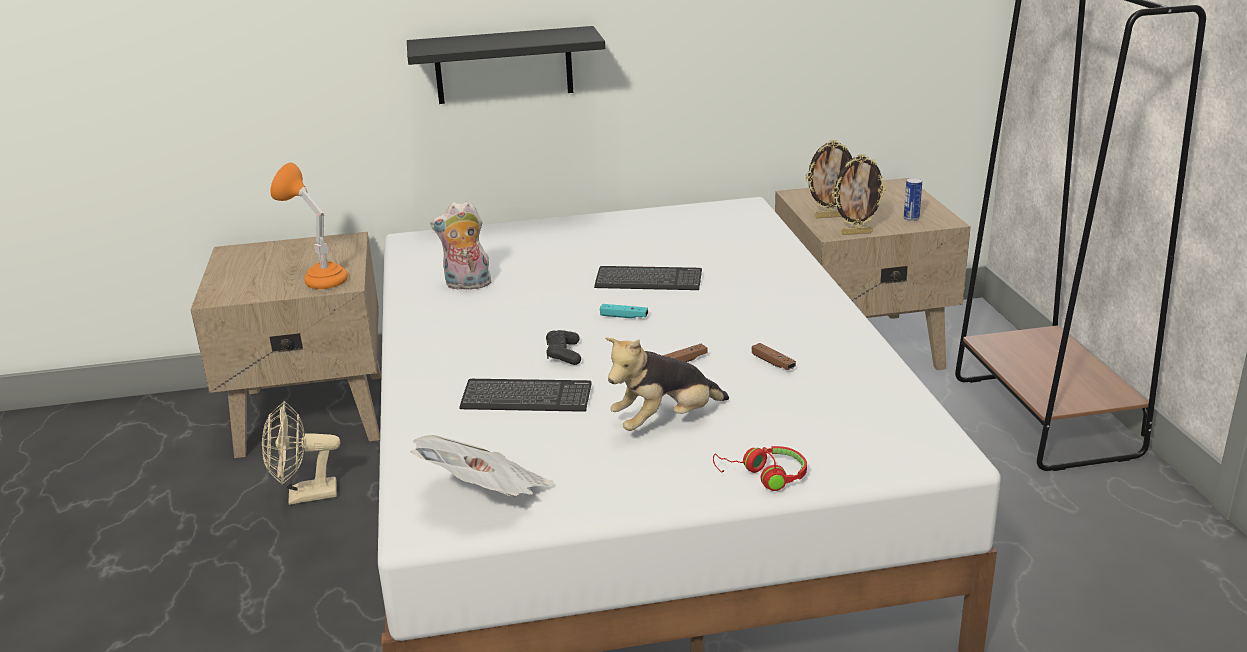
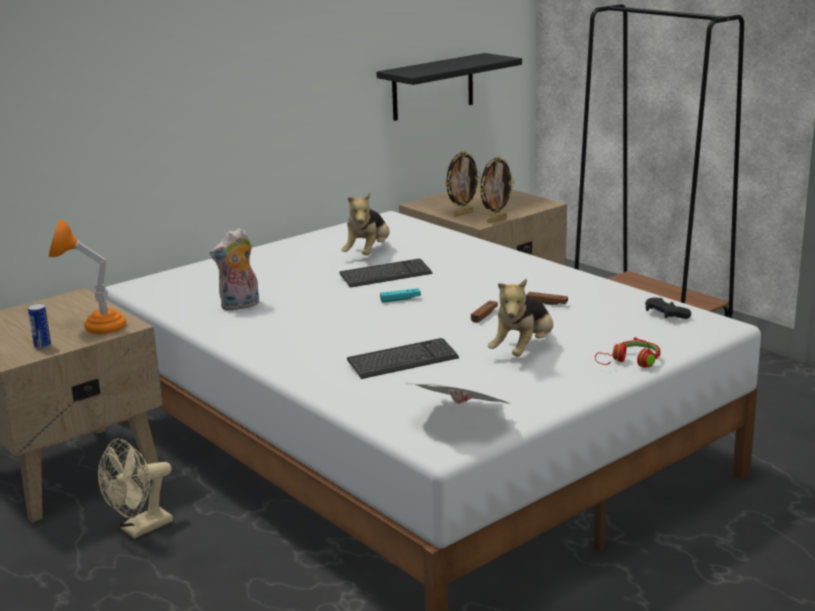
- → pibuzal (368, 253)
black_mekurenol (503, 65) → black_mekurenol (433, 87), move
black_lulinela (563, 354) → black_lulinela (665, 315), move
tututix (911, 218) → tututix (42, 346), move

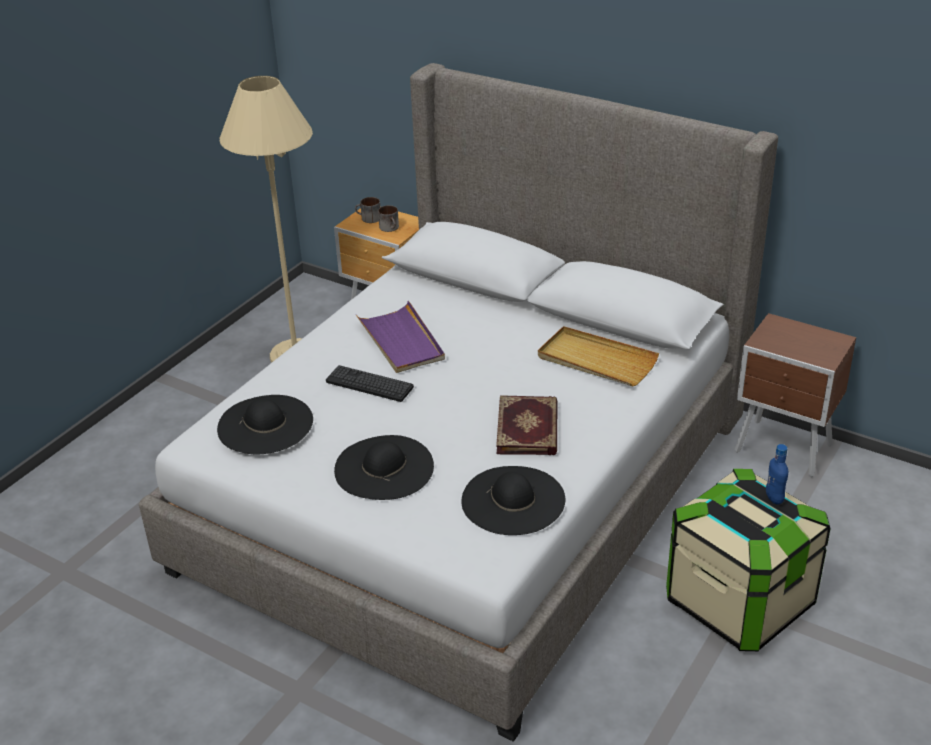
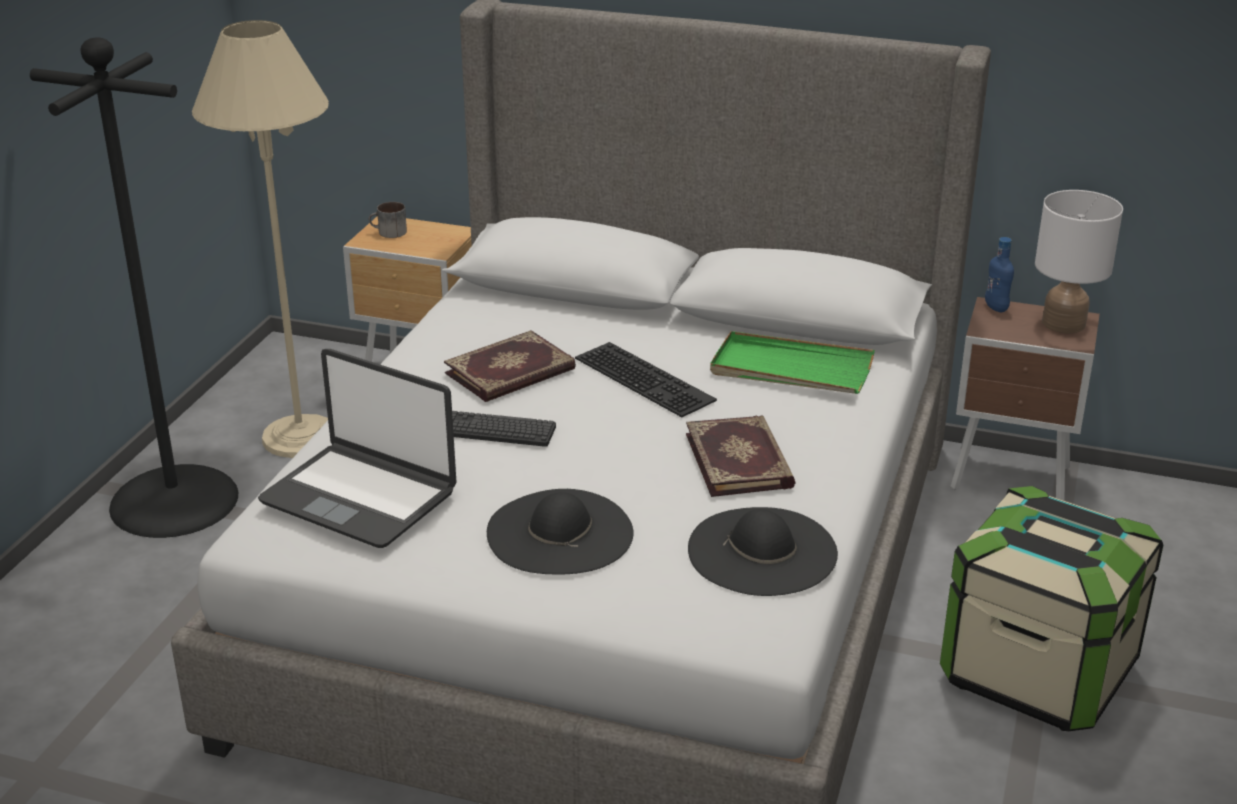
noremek (391, 228) → -
- → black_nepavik (174, 501)
- → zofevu (647, 378)
- → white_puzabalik (1063, 323)
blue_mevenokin (774, 498) → blue_mevenokin (996, 307), move
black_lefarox (265, 424) → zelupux (360, 496)
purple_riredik (401, 341) → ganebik (511, 372)
beige_riredik (596, 360) → green_riredik (790, 369)

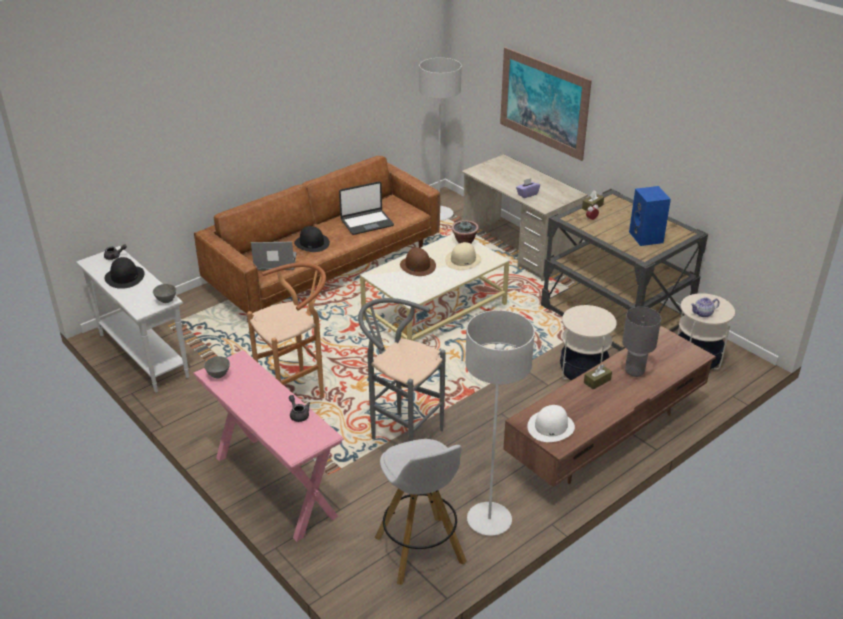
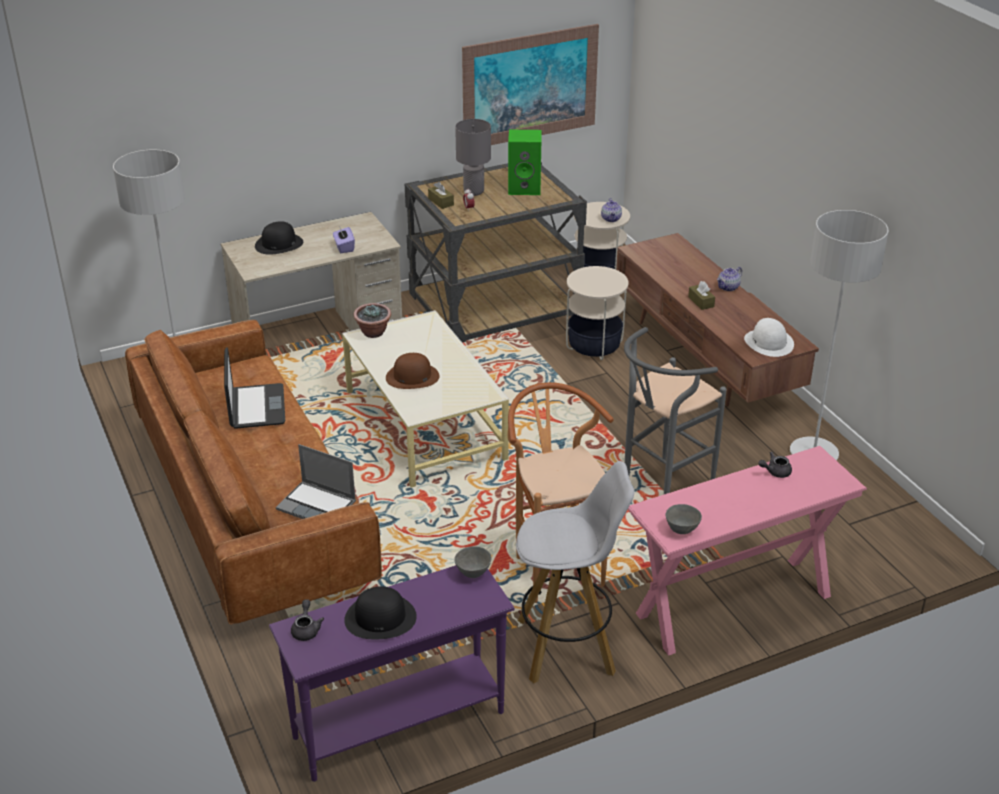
beige_lefarox (463, 260) → -
- → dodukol (728, 287)
black_lefarox (311, 243) → black_lefarox (279, 244), move
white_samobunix (420, 551) → white_samobunix (568, 646), move
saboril (543, 103) → saboril (530, 86), move
grey_puzabalik (634, 372) → grey_puzabalik (473, 193), move
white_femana (142, 356) → purple_femana (398, 727)
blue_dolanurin (647, 237) → green_dolanurin (525, 188)
zelupux (274, 263) → zelupux (318, 506), 75 degrees counterclockwise

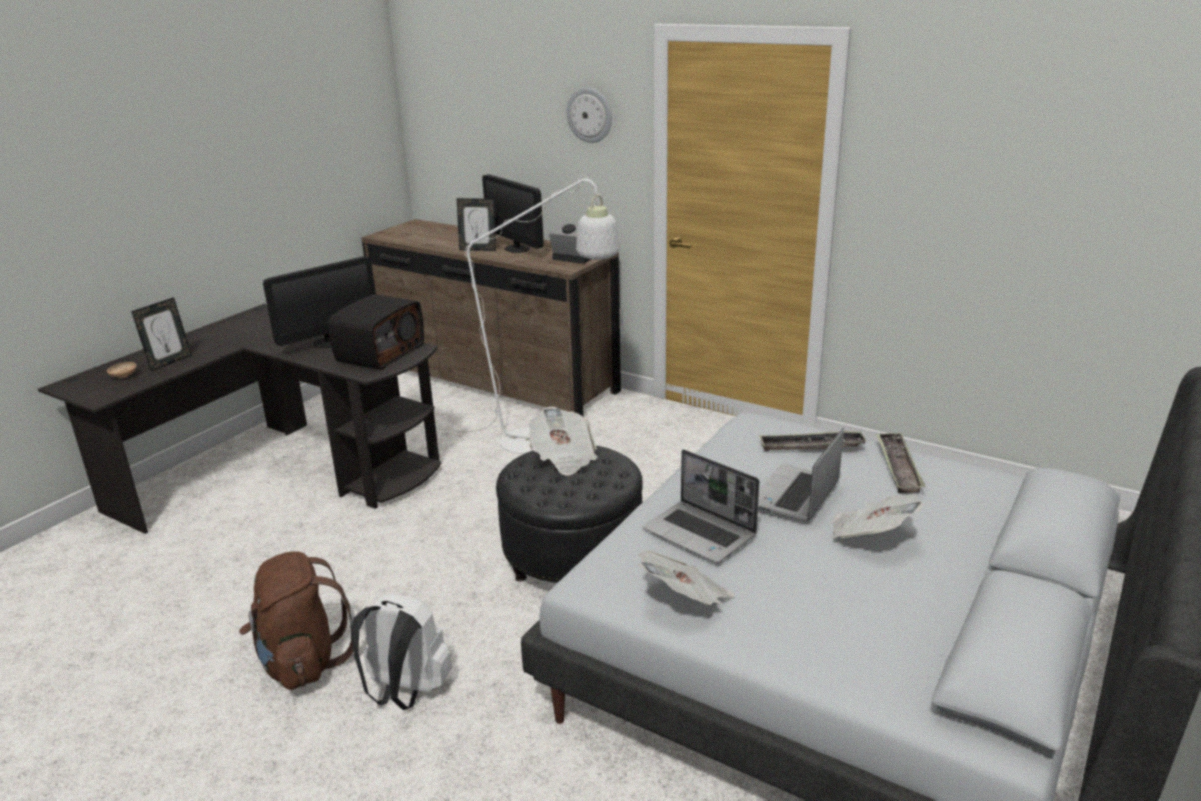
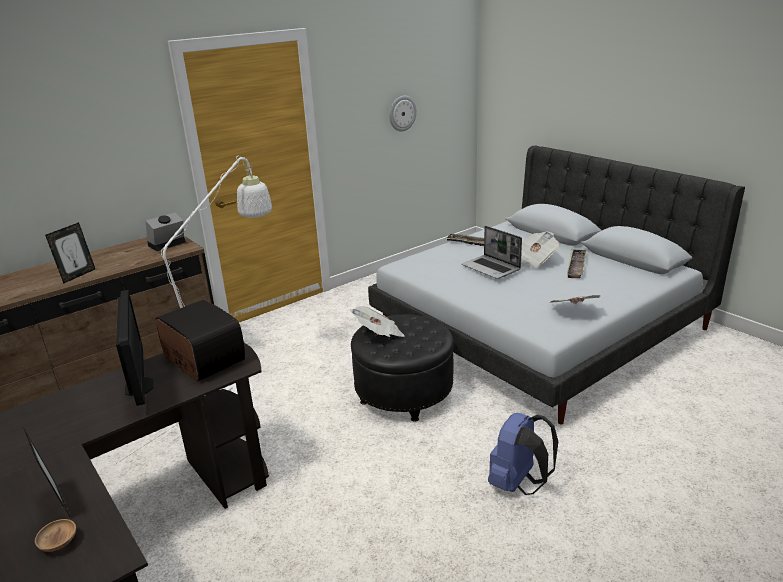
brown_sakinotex (302, 661) → -
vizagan (517, 249) → -
zelupux (701, 533) → -
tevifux (590, 115) → tevifux (402, 113), move
riredik (811, 446) → riredik (576, 266), move
white_sakinotex (405, 692) → blue_sakinotex (518, 484)

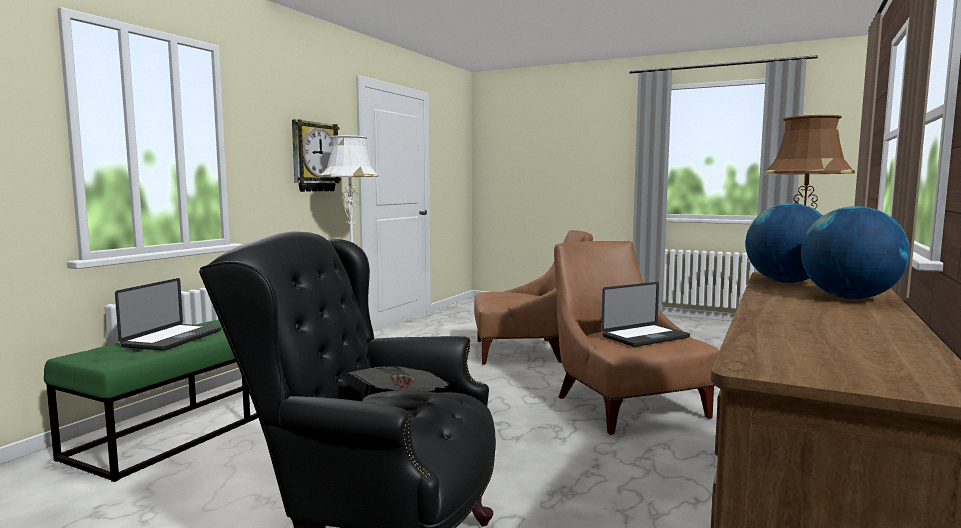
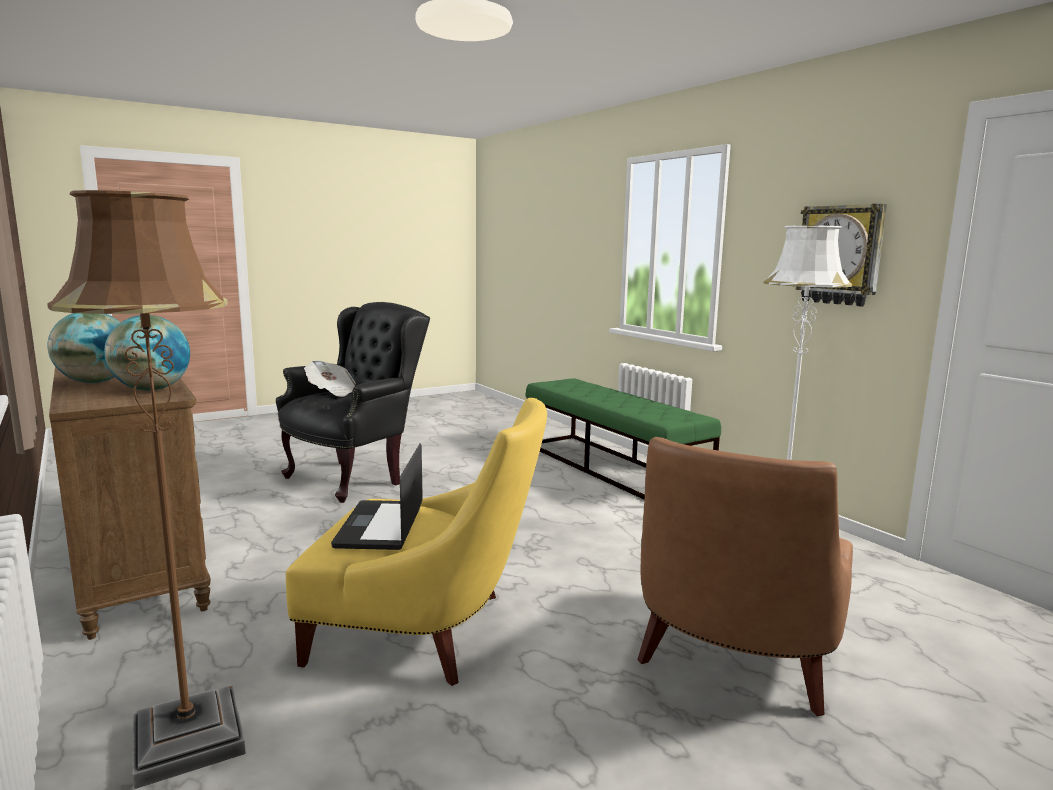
zelupux (173, 338) → -
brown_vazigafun (622, 402) → yellow_vazigafun (426, 631)

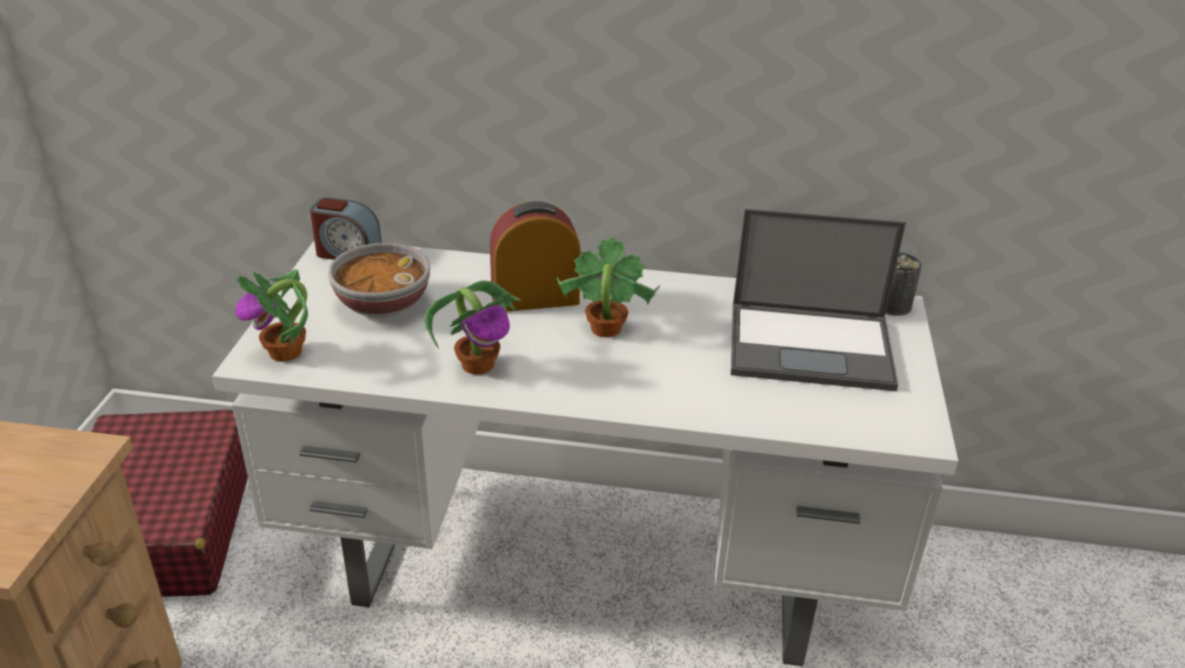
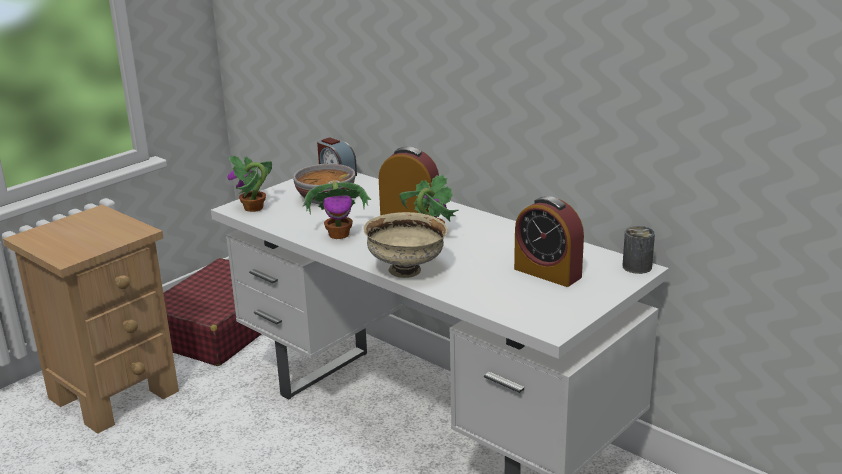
- → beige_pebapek (406, 270)
zelupux (812, 346) → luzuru (547, 273)

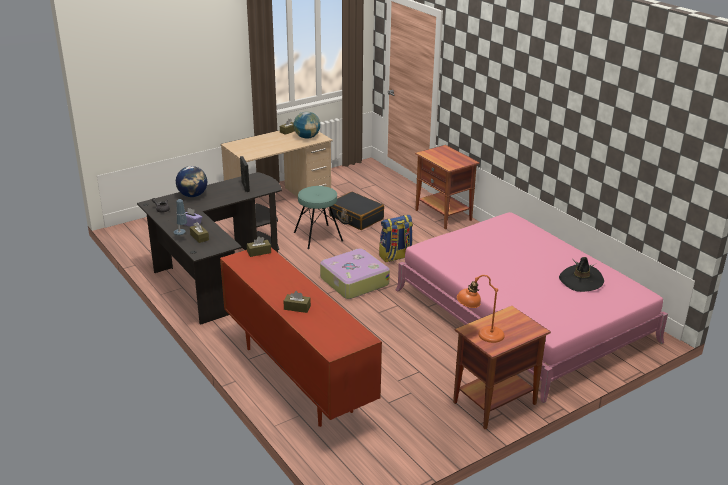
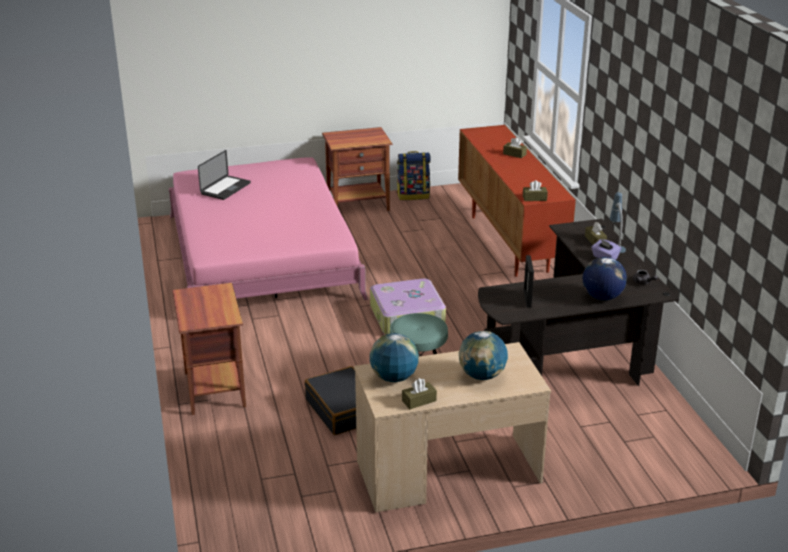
orange_puzabalik (479, 333) → -
- → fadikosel (482, 375)
sakinotex (395, 257) → sakinotex (413, 195), move
black_lefarox (581, 280) → zelupux (225, 188)

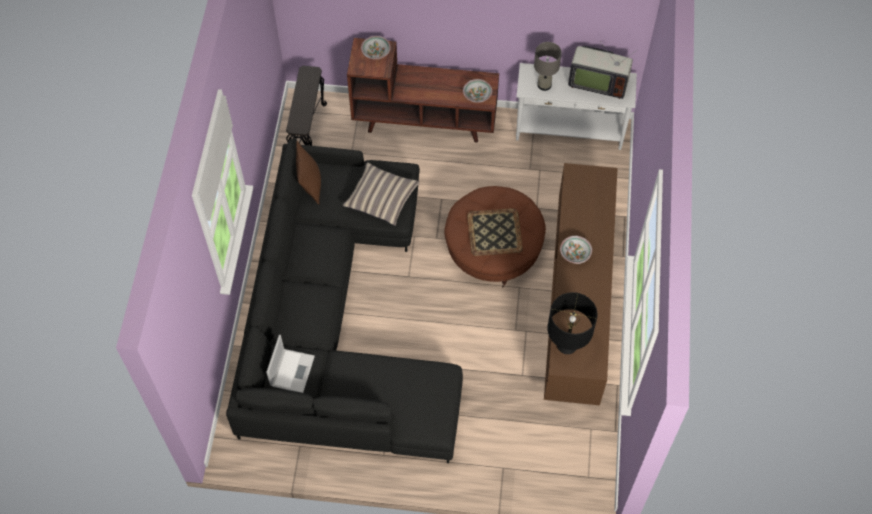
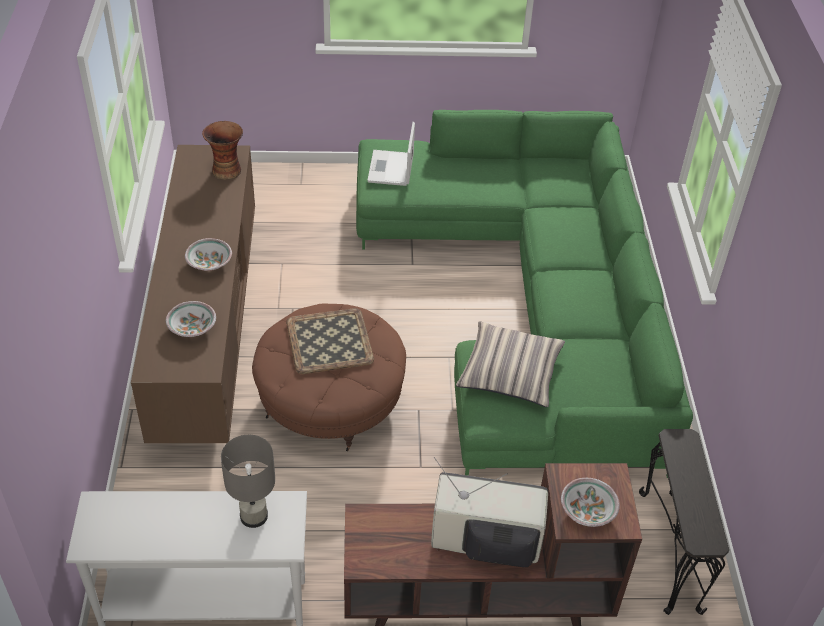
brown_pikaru (310, 185) → -
zelupux (292, 370) → zelupux (391, 169), move
pebapek (477, 95) → pebapek (191, 328), move
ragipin (597, 82) → ragipin (487, 545), move
black_puzabalik (566, 346) → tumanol (226, 170)
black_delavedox (337, 322) → green_delavedox (529, 299)

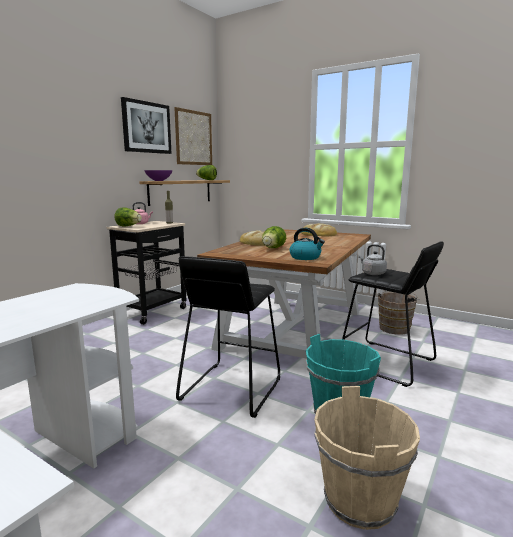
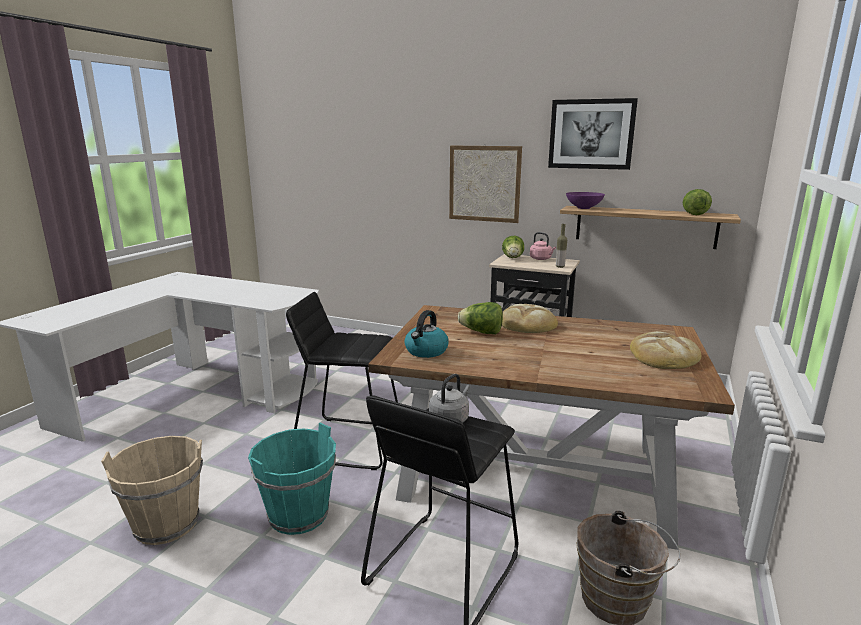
saboril (193, 137) → saboril (484, 183), move

